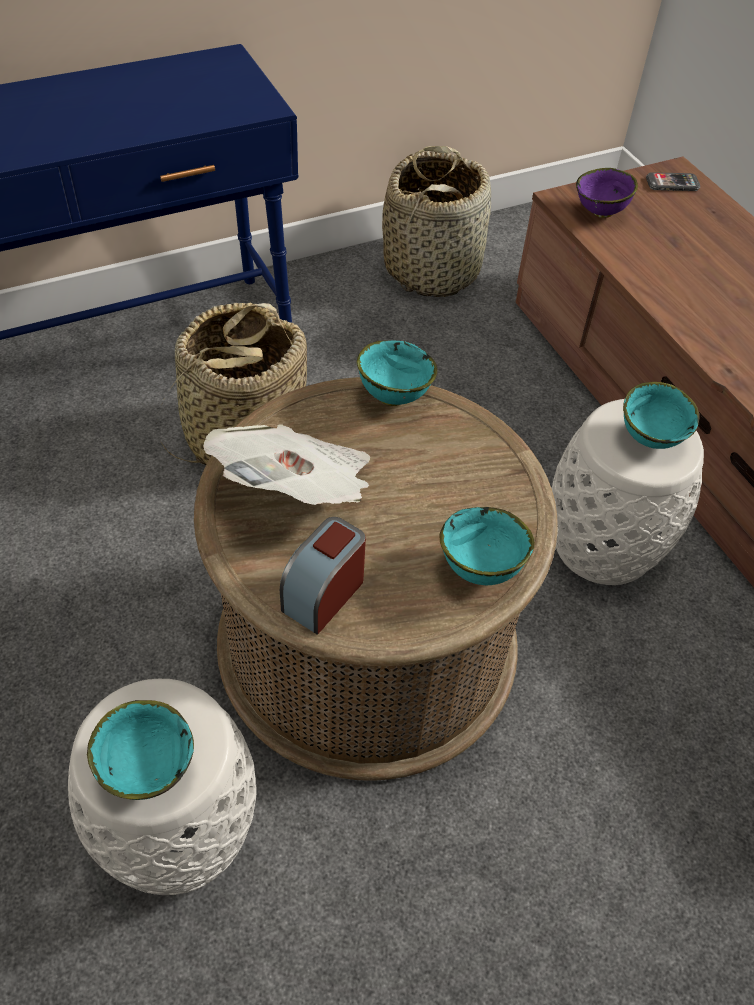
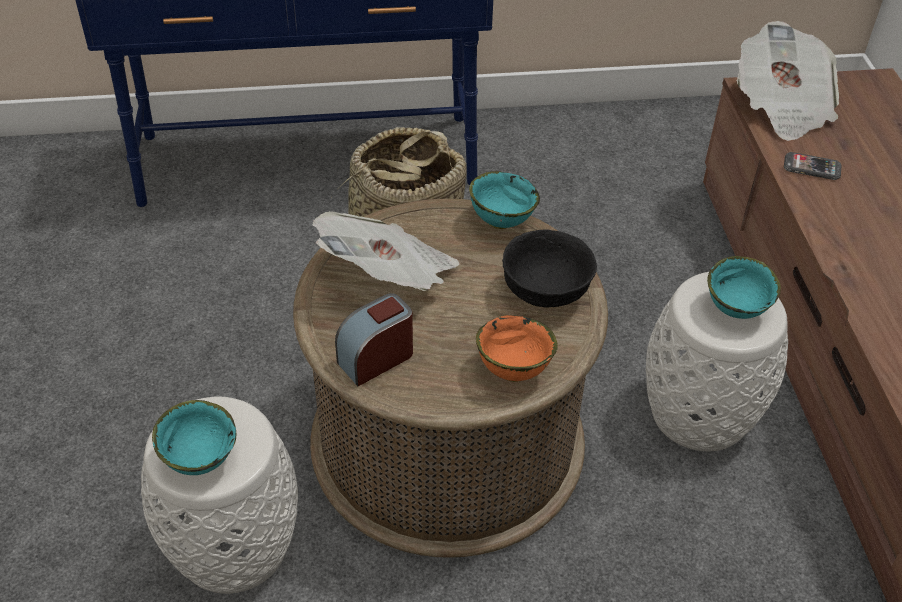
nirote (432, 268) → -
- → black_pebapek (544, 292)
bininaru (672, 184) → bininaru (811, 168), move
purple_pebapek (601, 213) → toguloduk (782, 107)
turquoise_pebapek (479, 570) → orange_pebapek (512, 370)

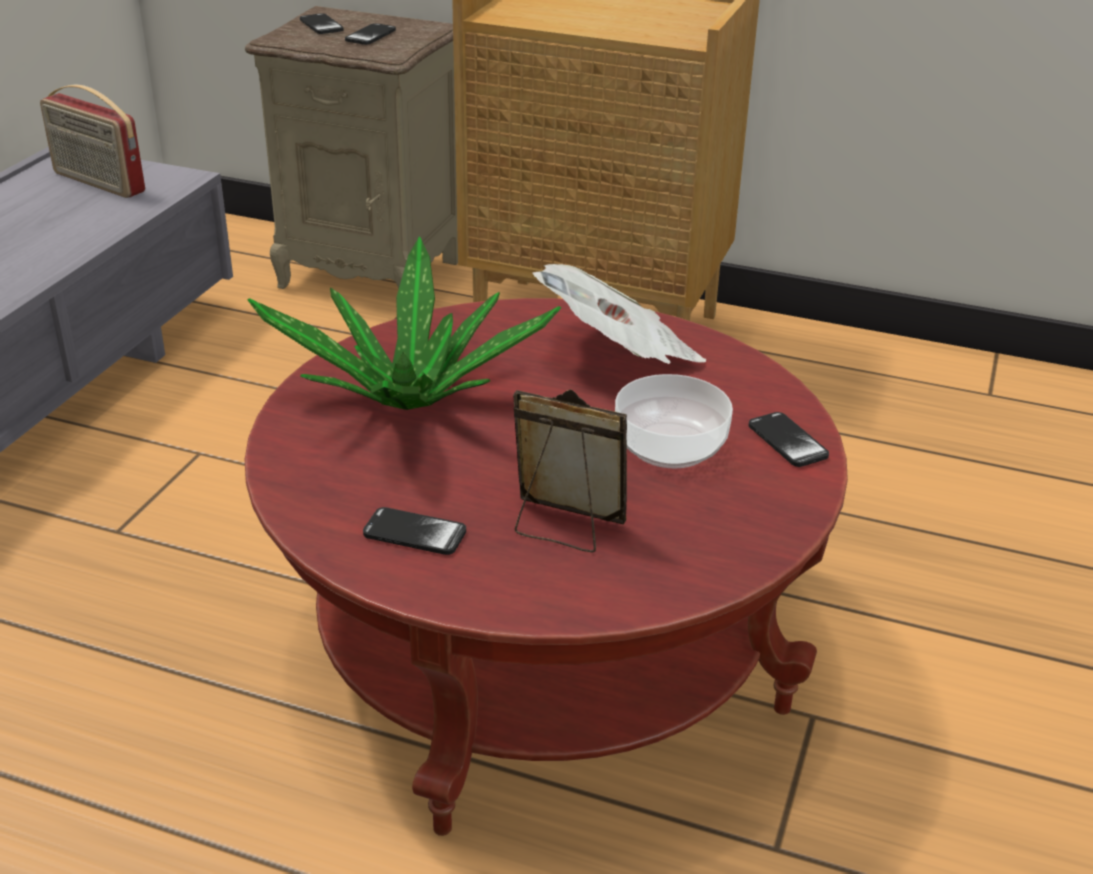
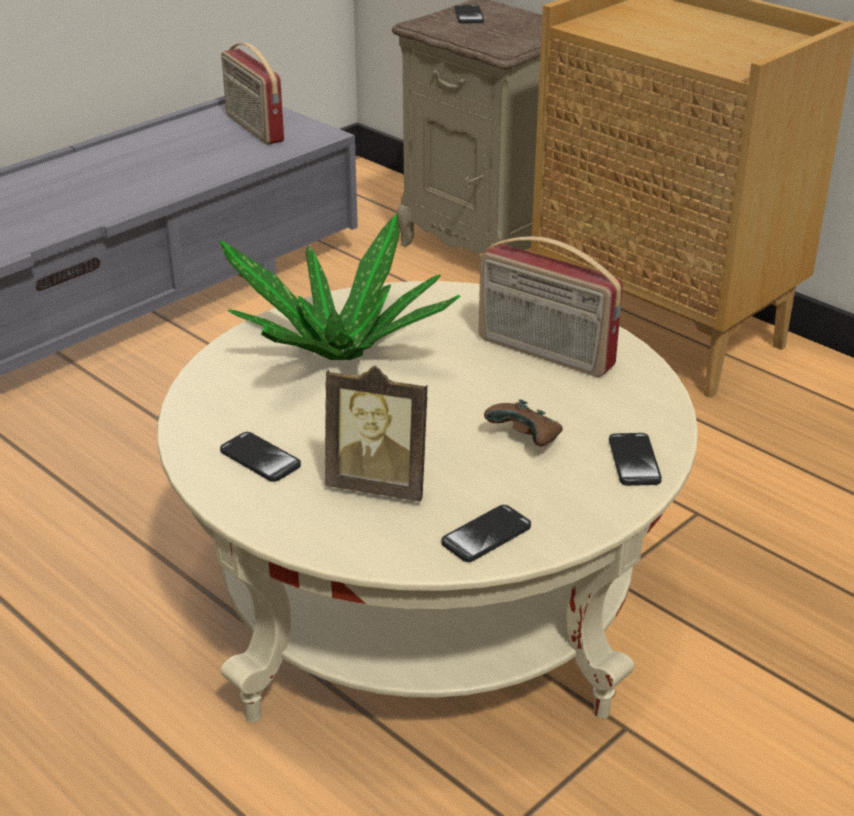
bininaru (370, 36) → bininaru (486, 535), move
toguloduk (619, 356) → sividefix (544, 353)
pebapek (671, 445) → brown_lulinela (526, 439)
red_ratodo (541, 645) → beige_ratodo (426, 597)
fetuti (564, 528) → fetuti (380, 484), 150 degrees clockwise

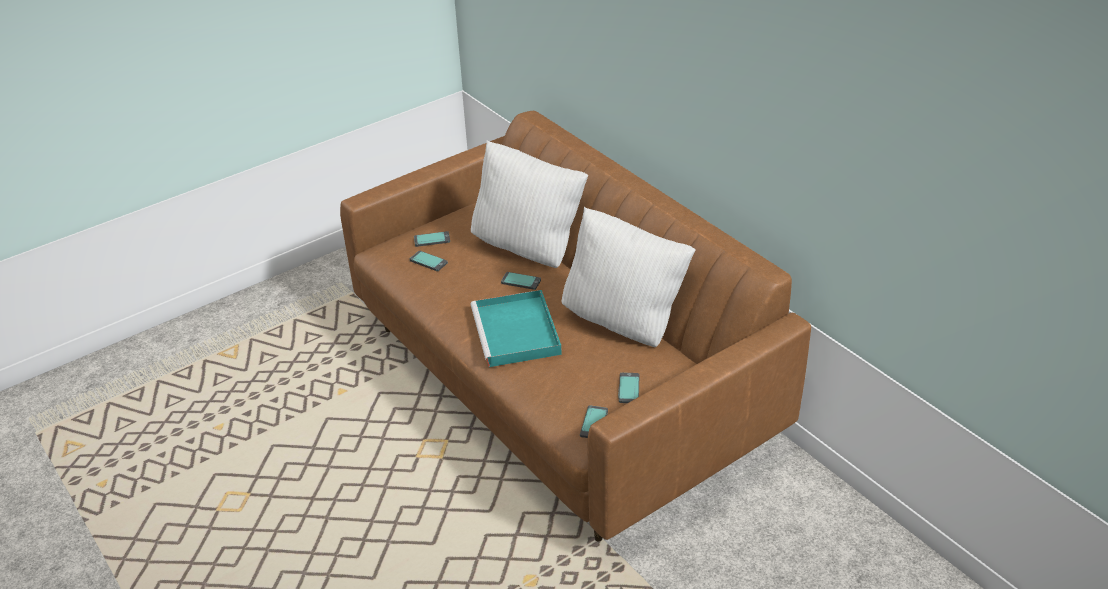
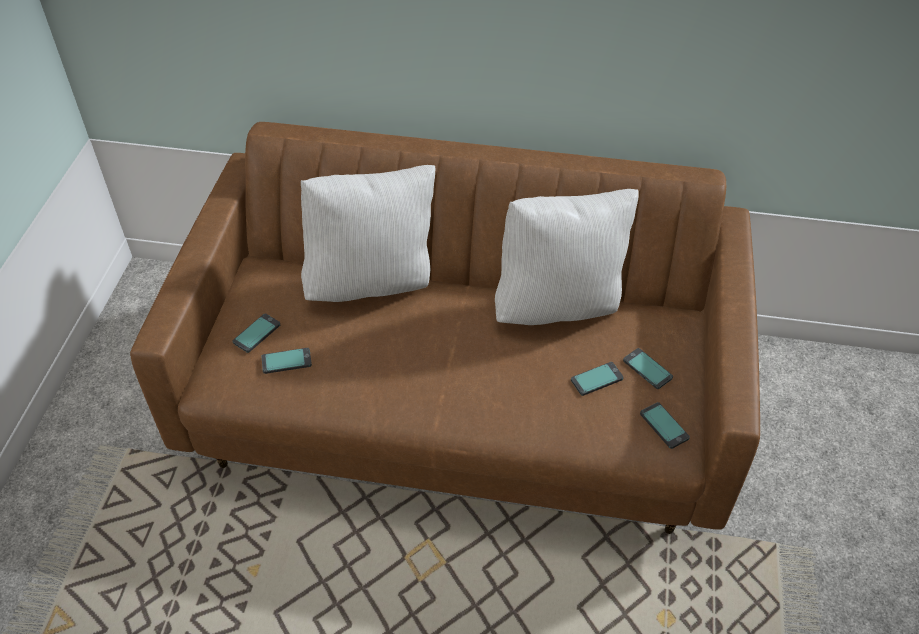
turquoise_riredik (517, 333) → -
bininaru (521, 281) → bininaru (596, 379), move

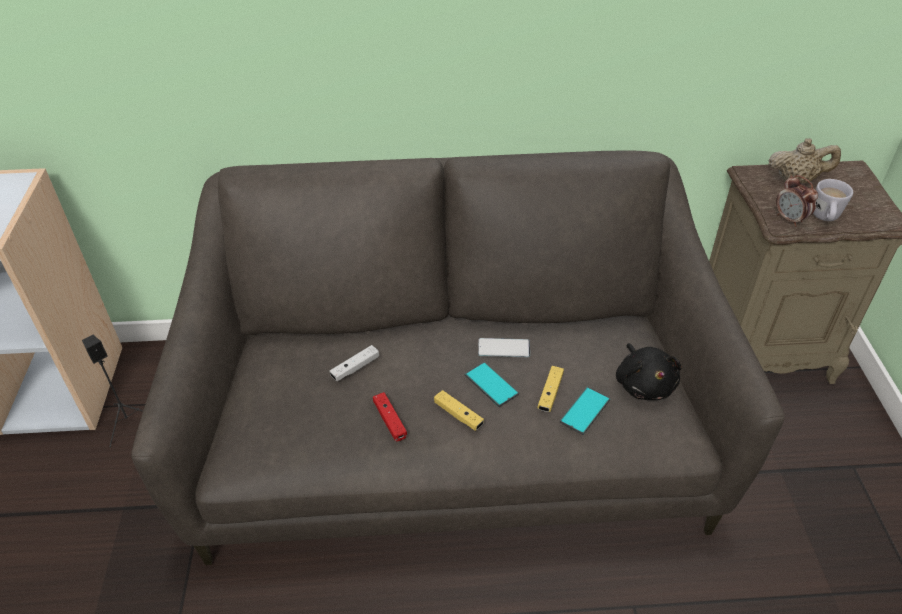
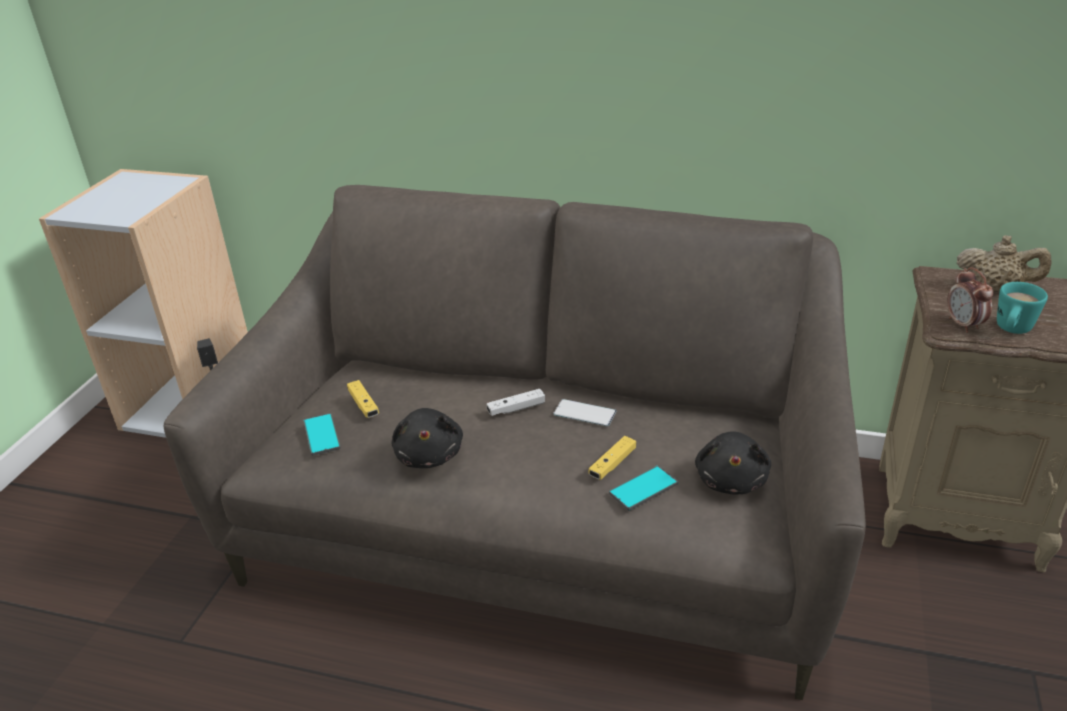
white_lulinela (355, 368) → white_lulinela (516, 408), move
yellow_lulinela (458, 415) → yellow_lulinela (363, 405), move
bininaru (491, 384) → bininaru (321, 435), move
red_lulinela (390, 420) → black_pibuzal (429, 455)
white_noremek (825, 218) → turquoise_noremek (1011, 330)

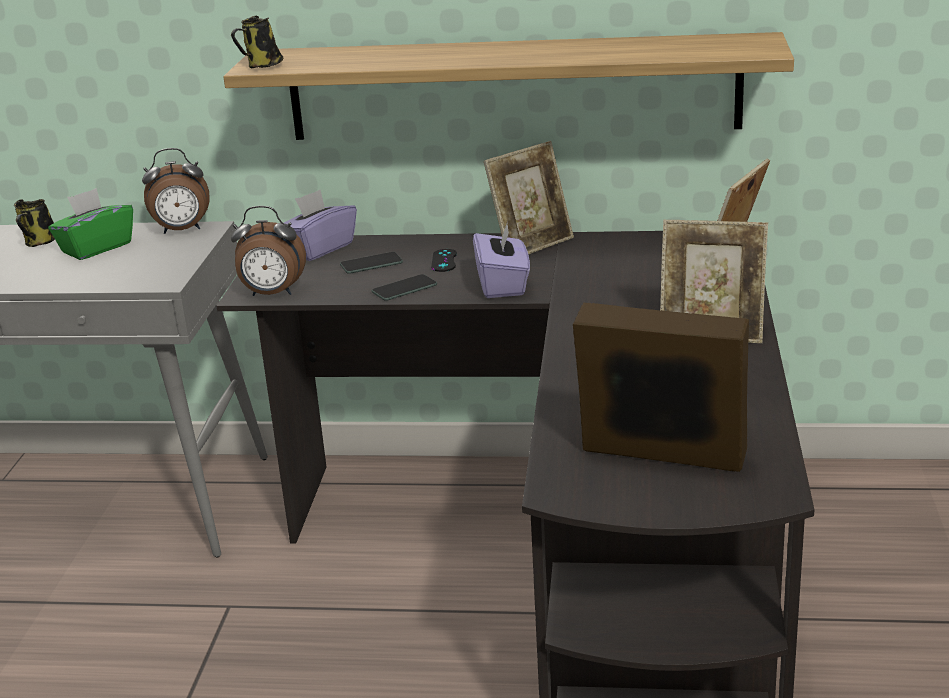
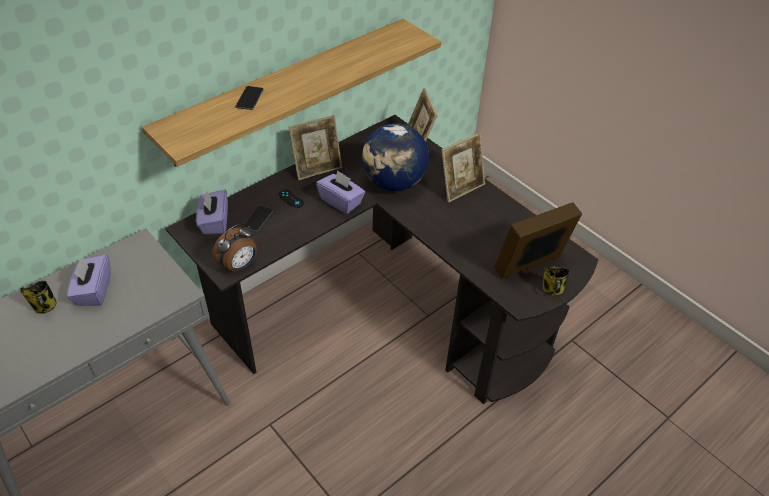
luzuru (182, 230) → -
- → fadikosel (394, 183)
noremek (262, 67) → noremek (552, 290), move
bininaru (404, 288) → bininaru (249, 98), move
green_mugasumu (96, 248) → purple_mugasumu (93, 291)
fetuti (531, 245) → fetuti (317, 168), 60 degrees clockwise

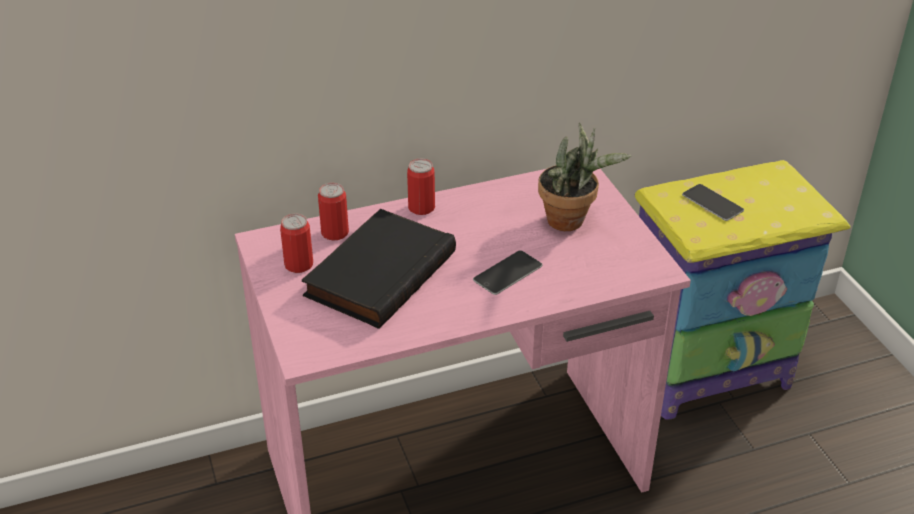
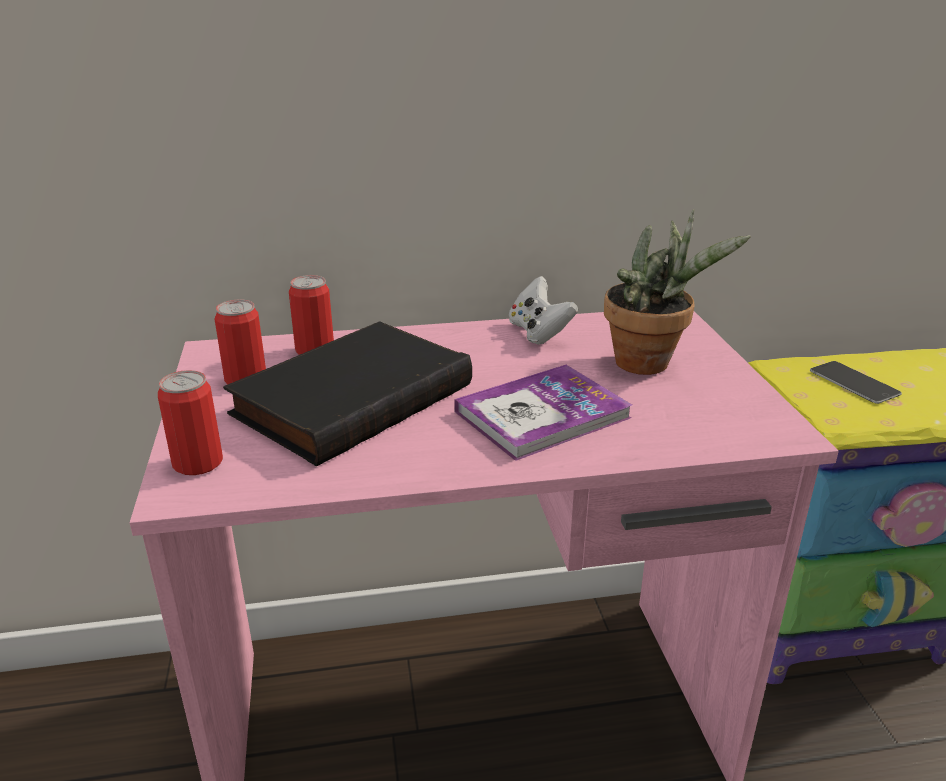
- → white_lulinela (539, 333)
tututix (421, 208) → tututix (198, 463), move
bininaru (507, 273) → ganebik (542, 414)

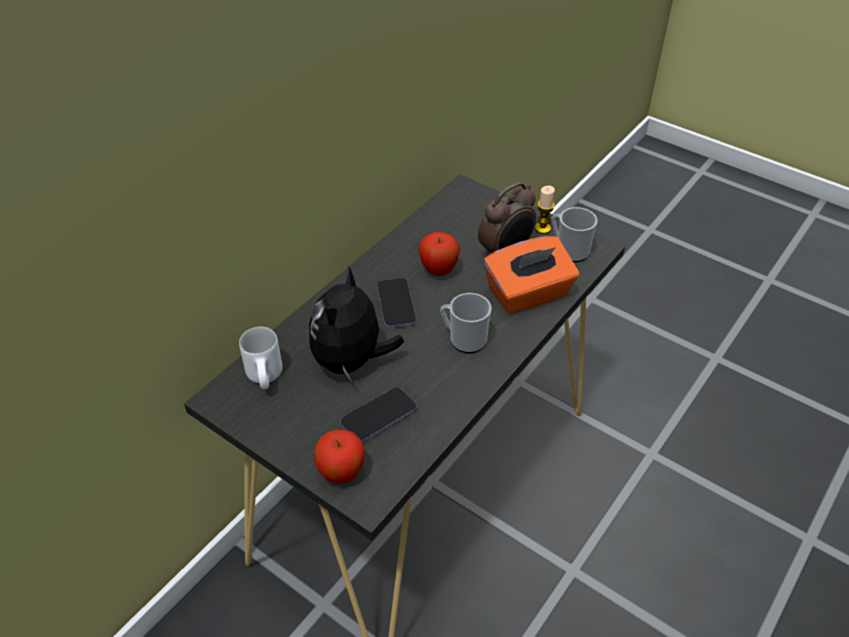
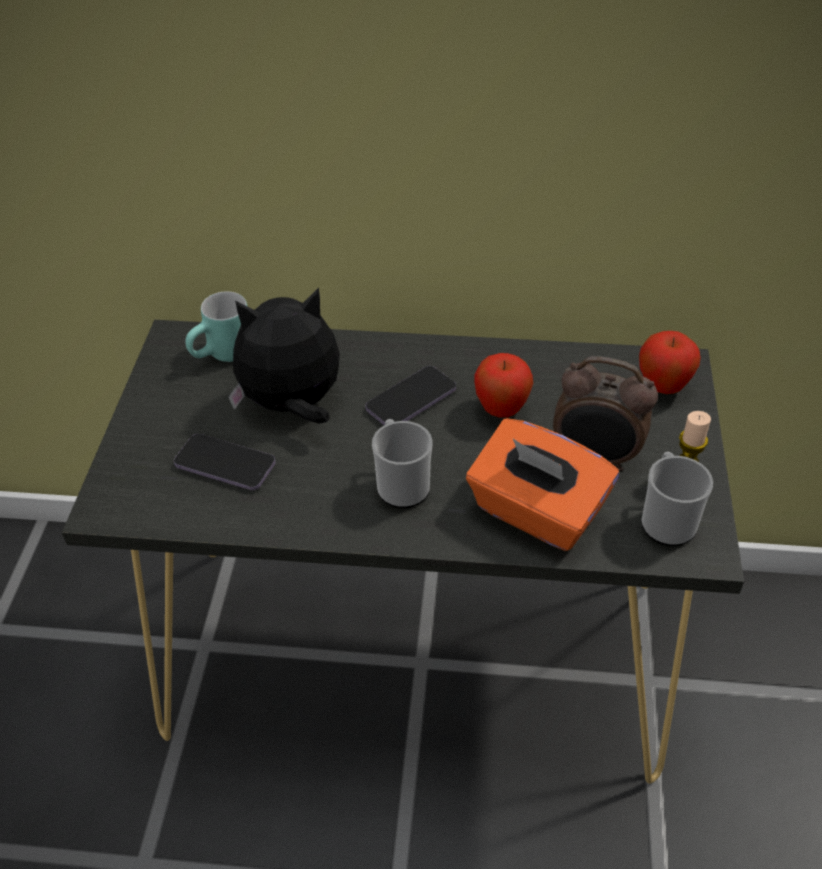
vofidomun (341, 474) → vofidomun (663, 387), move
white_noremek (268, 378) → turquoise_noremek (224, 356)

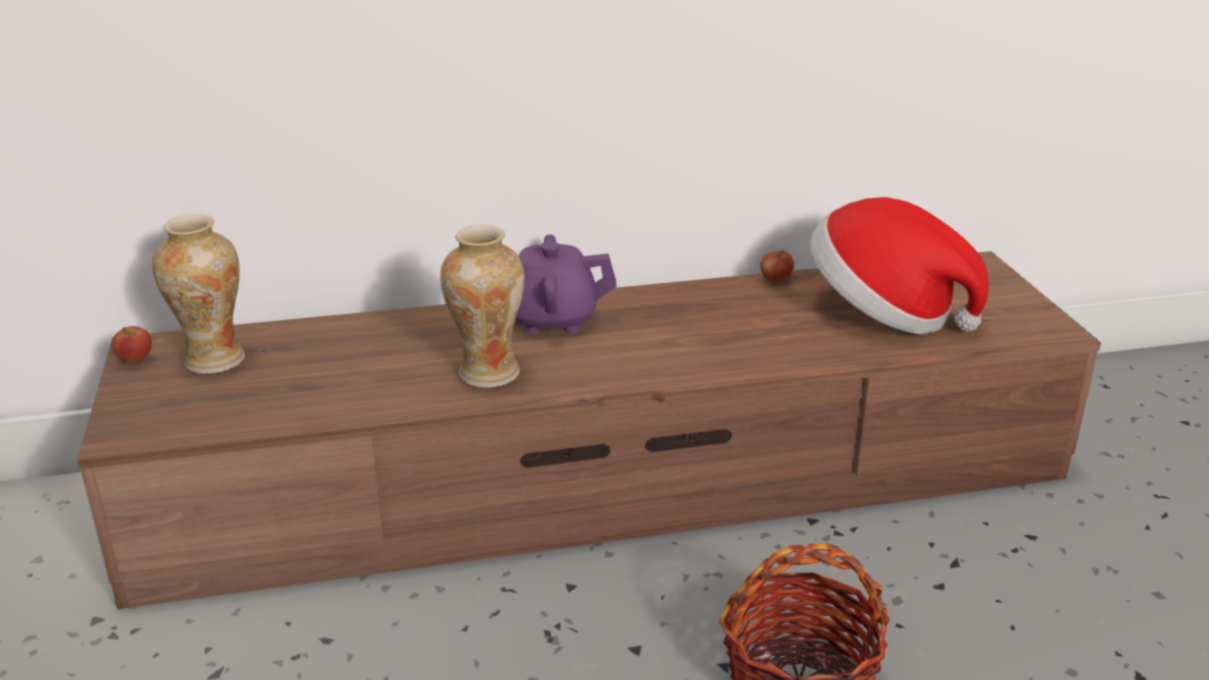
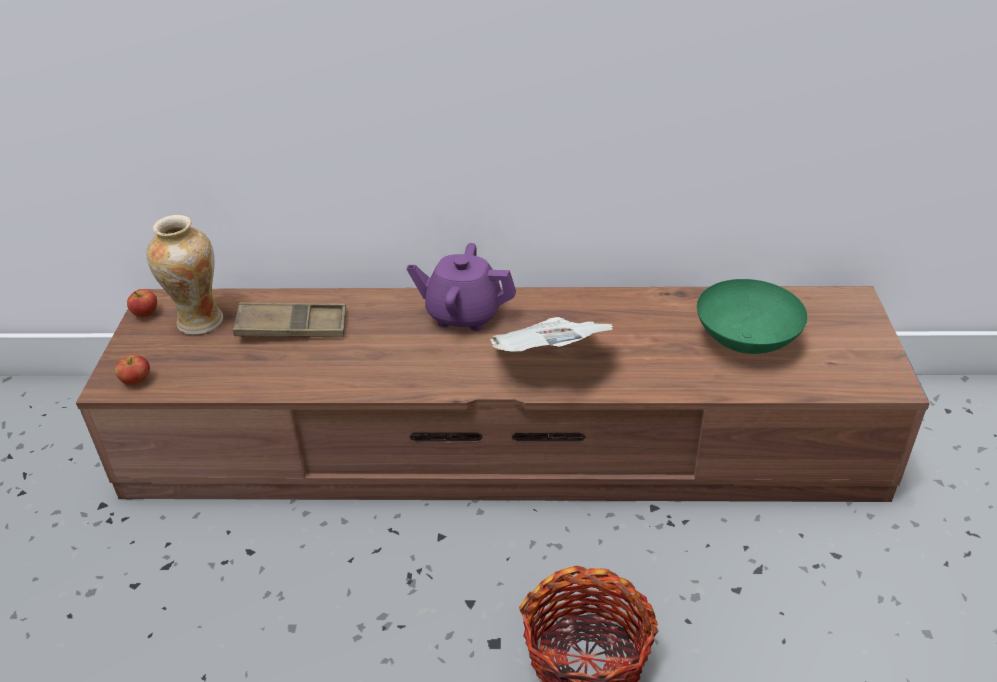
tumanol (488, 373) → -
- → brown_riredik (292, 327)
- → toguloduk (549, 359)
vofidomun (775, 280) → vofidomun (136, 381), move
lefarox (884, 312) → green_pebapek (745, 343)

